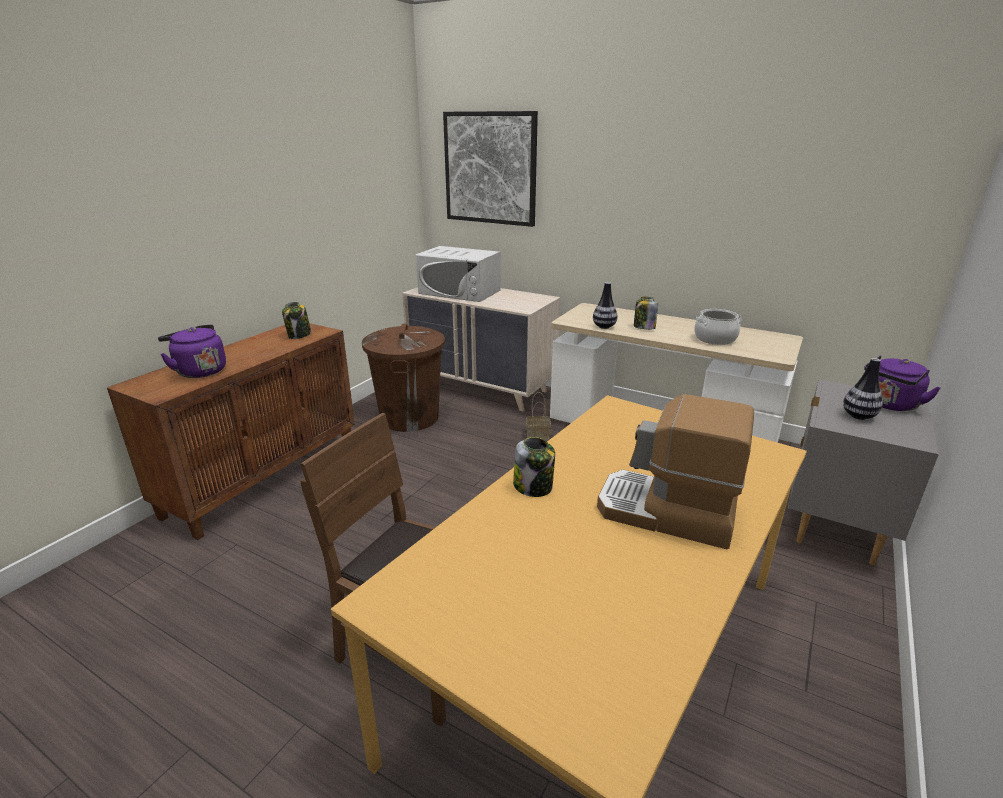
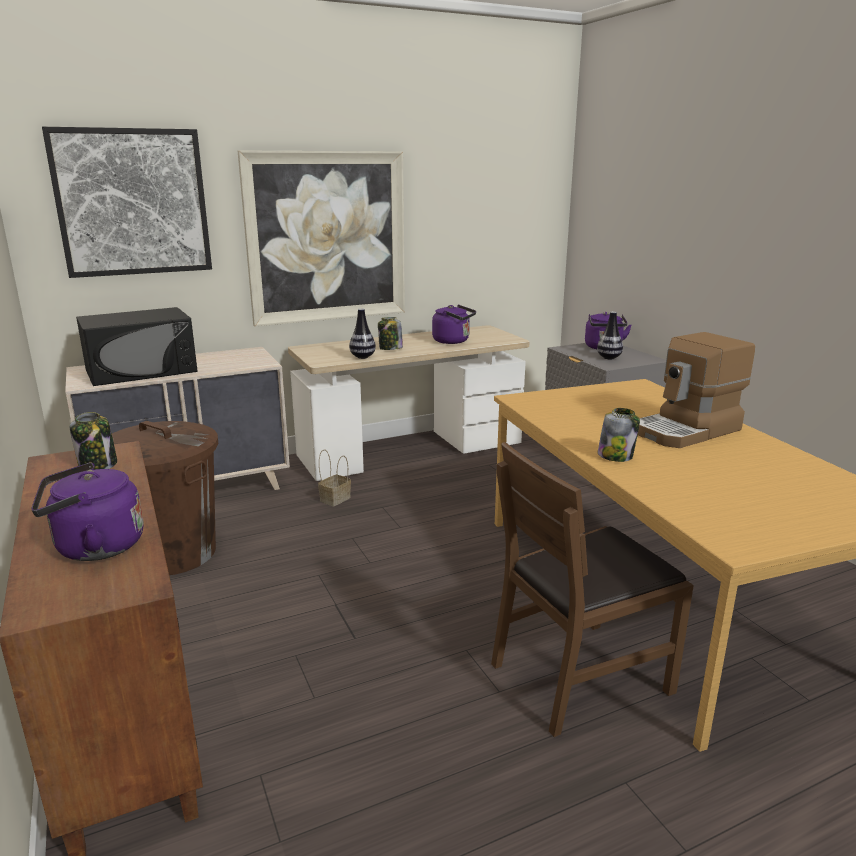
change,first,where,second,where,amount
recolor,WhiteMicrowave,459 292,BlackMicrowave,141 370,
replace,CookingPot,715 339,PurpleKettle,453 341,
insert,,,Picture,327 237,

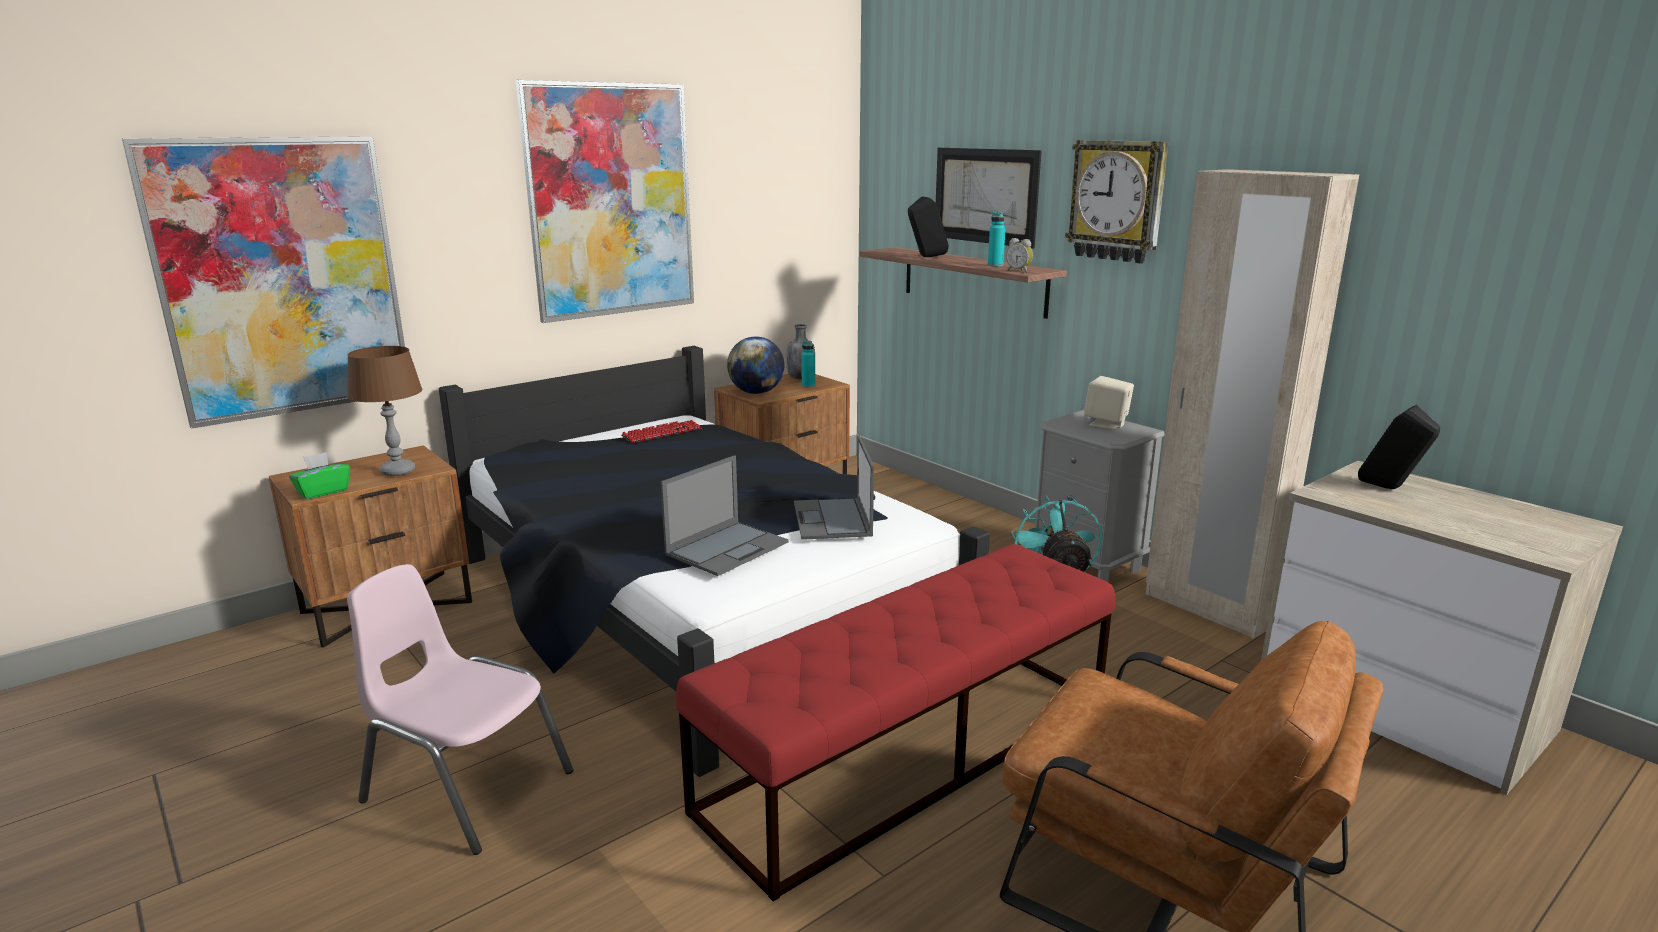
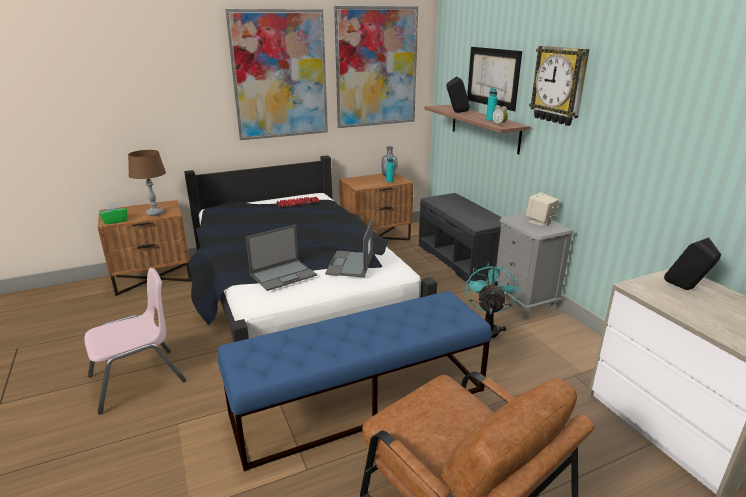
change,first,where,second,where,amount
move,Picture,281 279,,376 67,
rotate,PinkChair,466 787,,138 379,105 degrees clockwise
recolor,RedBench,912 753,BlueBench,360 401,
delete,Globe,756 393,,,
delete,BeigeWardrobe,1209 608,,,
insert,,,GreyBench,461 259,

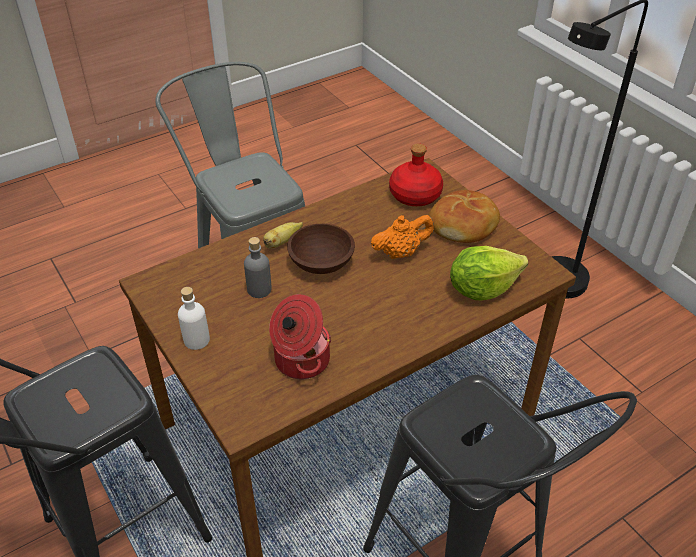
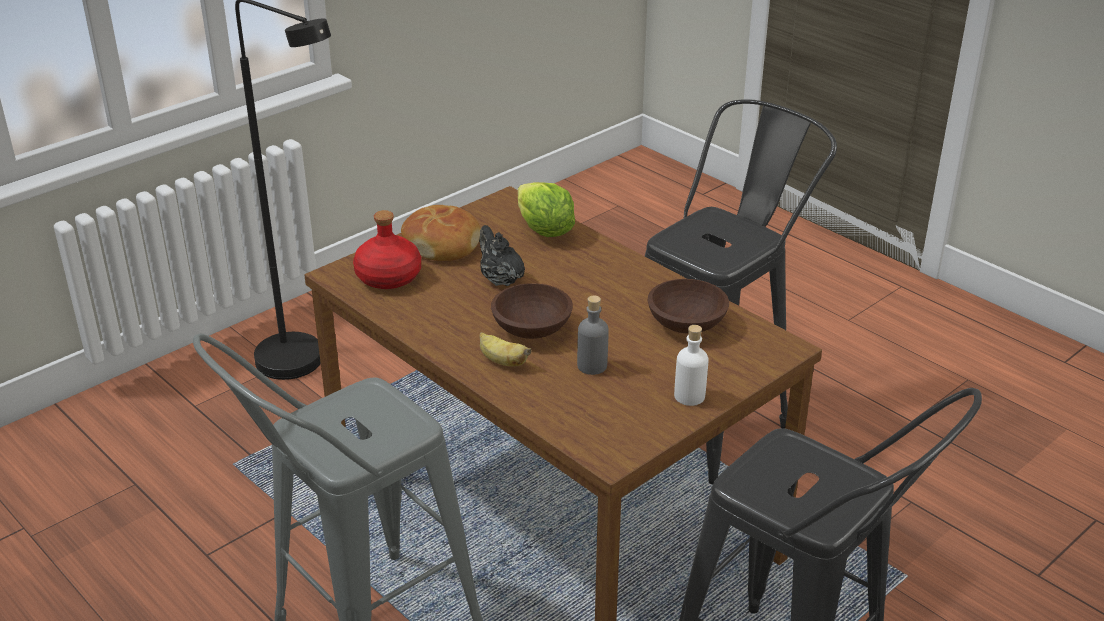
change,first,where,second,where,amount
replace,CookingPot,300 360,BrownBowl,688 324,
recolor,OrangeTeapot,401 253,BlackTeapot,500 279,

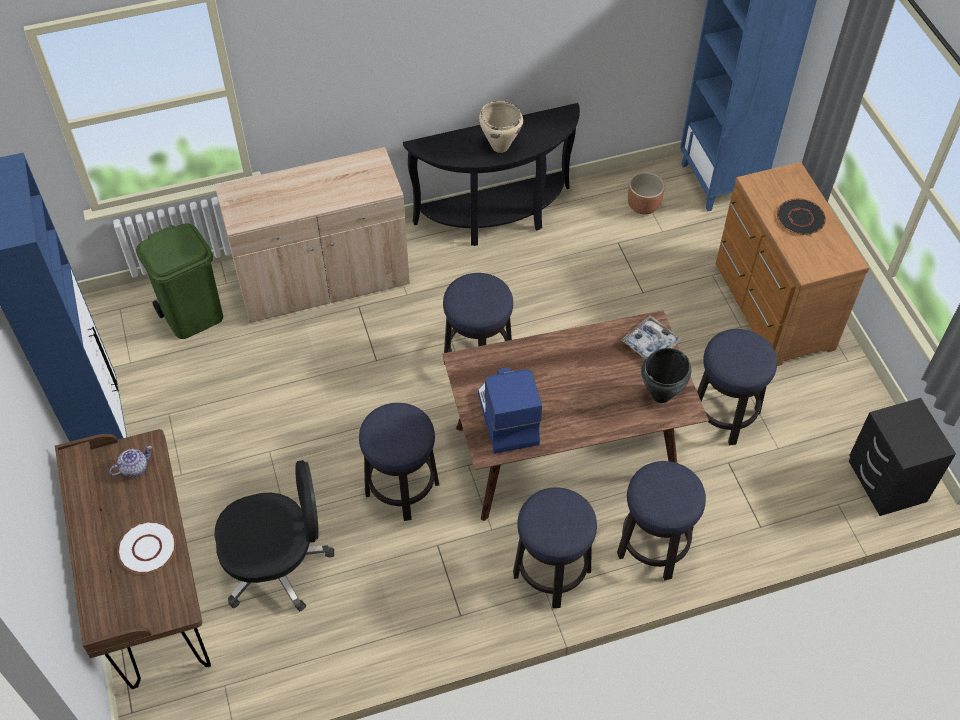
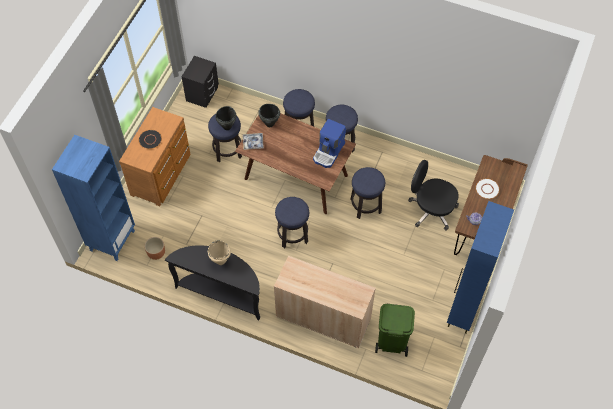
change,first,where,second,where,amount
insert,,,BlackCookingPot,227 127,

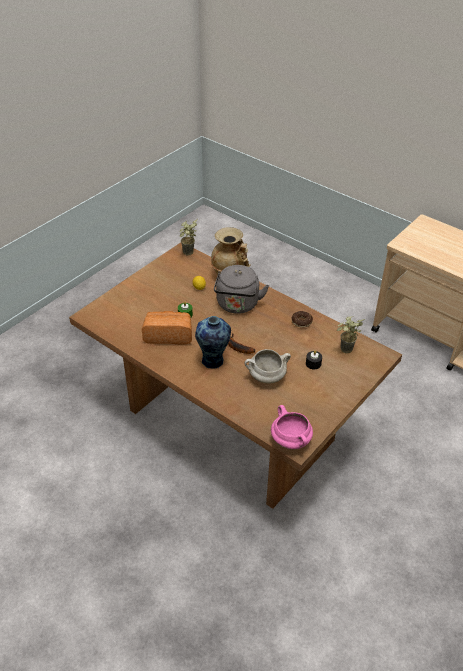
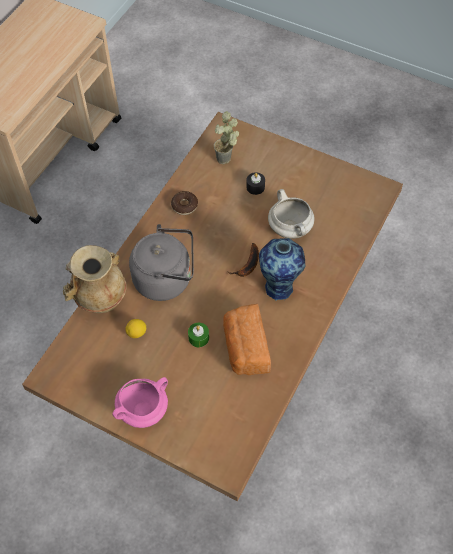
change,first,where,second,where,amount
delete,PottedPlant,188 254,,,
move,PinkCookingPot,291 441,,143 409,

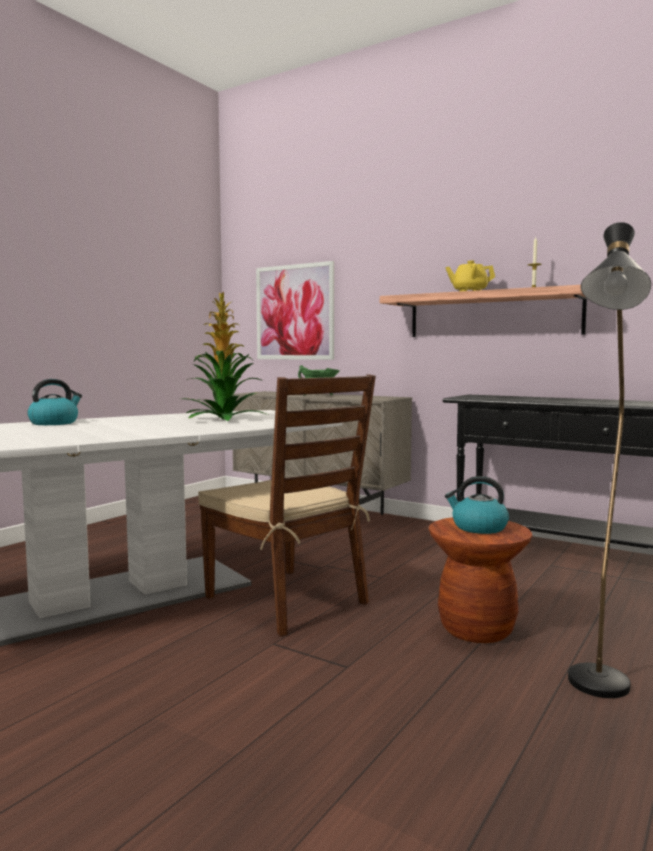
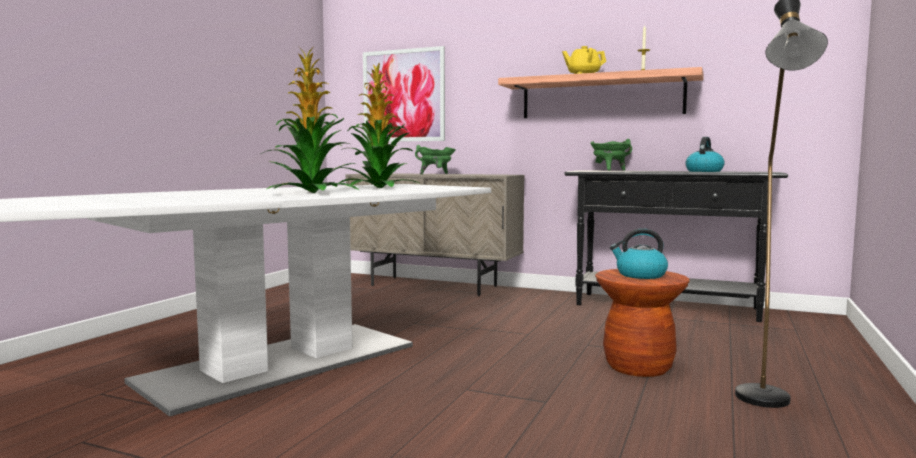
change,first,where,second,where,amount
move,Kettle,54 423,,704 171,
delete,BrownChair,287 600,,,
insert,,,PottedPlant,310 193,
insert,,,GreenCookingPot,609 170,

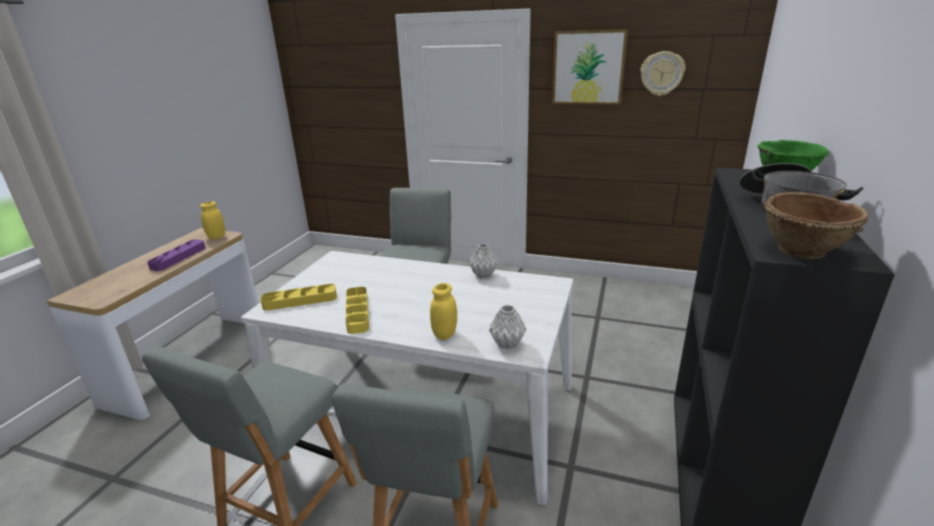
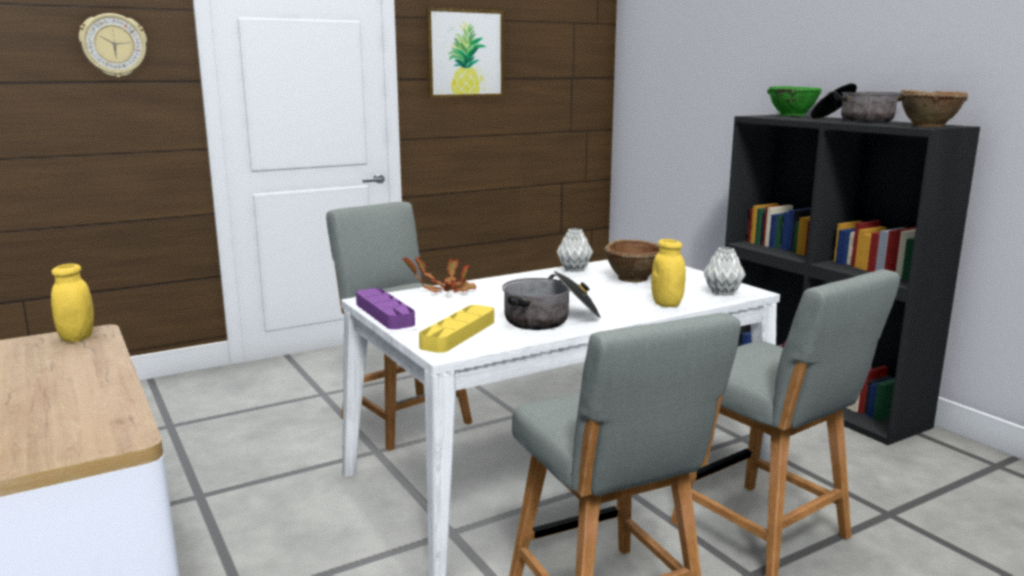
change,first,where,second,where,amount
move,PurpleTray,178 258,,384 314,
replace,YellowTray,357 313,CookingPot,551 320,
move,WallClock,662 73,,114 45,
insert,,,PottedPlant,445 290,
insert,,,BrownBowl,634 279,

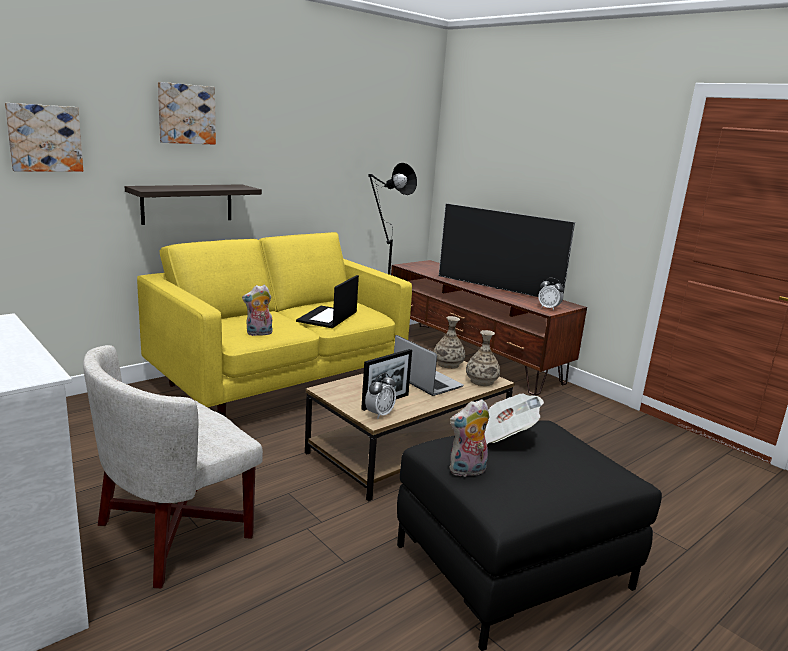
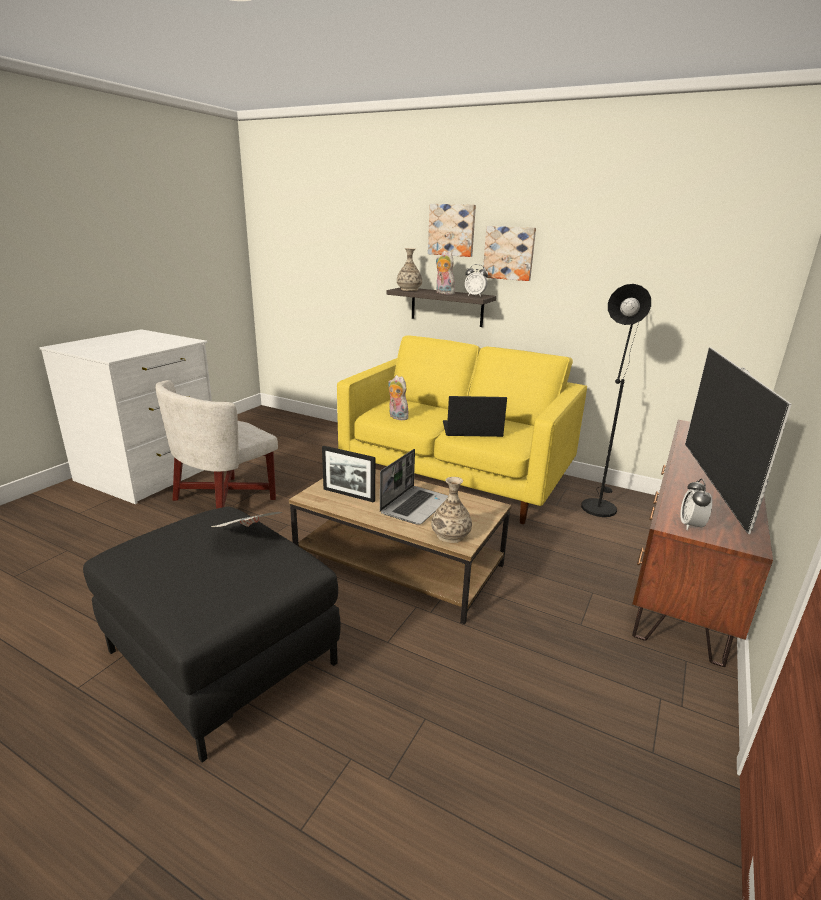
change,first,where,second,where,amount
move,Picture,44 138,,509 253,
rotate,WhiteArmchair,174 532,,224 500,75 degrees counterclockwise
move,AlarmClock,379 414,,475 296,
move,Vase,448 364,,409 289,
move,PlushToy,467 471,,443 293,

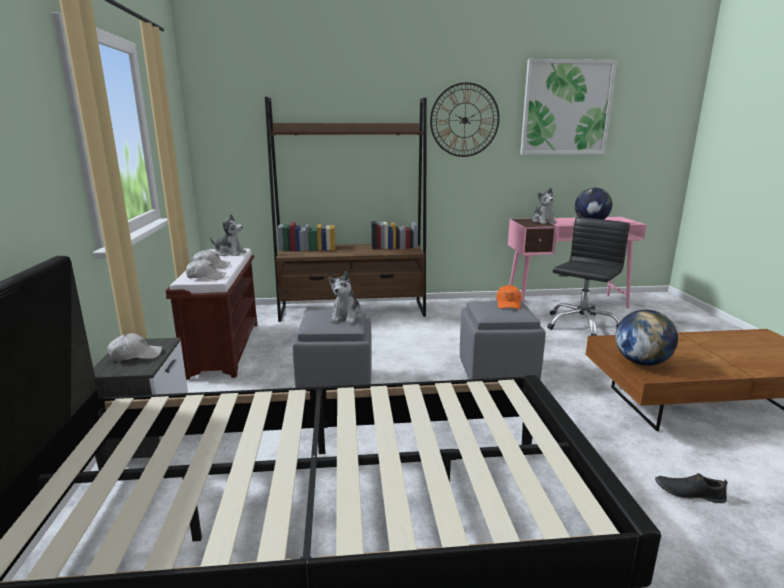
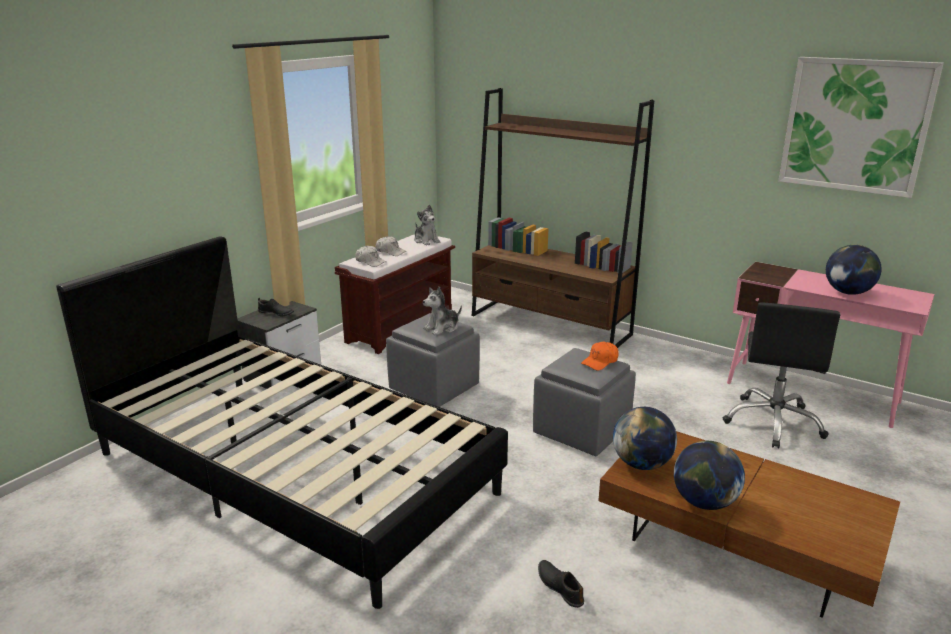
change,first,where,second,where,amount
replace,WhiteCap,135 355,BlackShoe,276 313,
delete,WallClock,464 120,,,
delete,PlushToy,543 221,,,
rotate,BlackOfficeChair,581 325,,774 422,120 degrees clockwise
insert,,,Globe,704 502,

